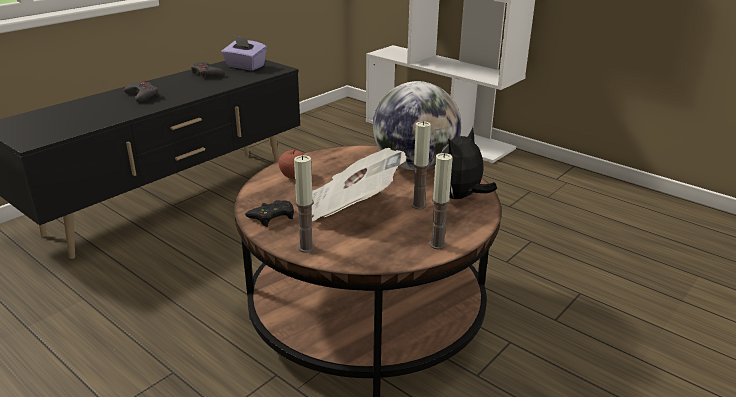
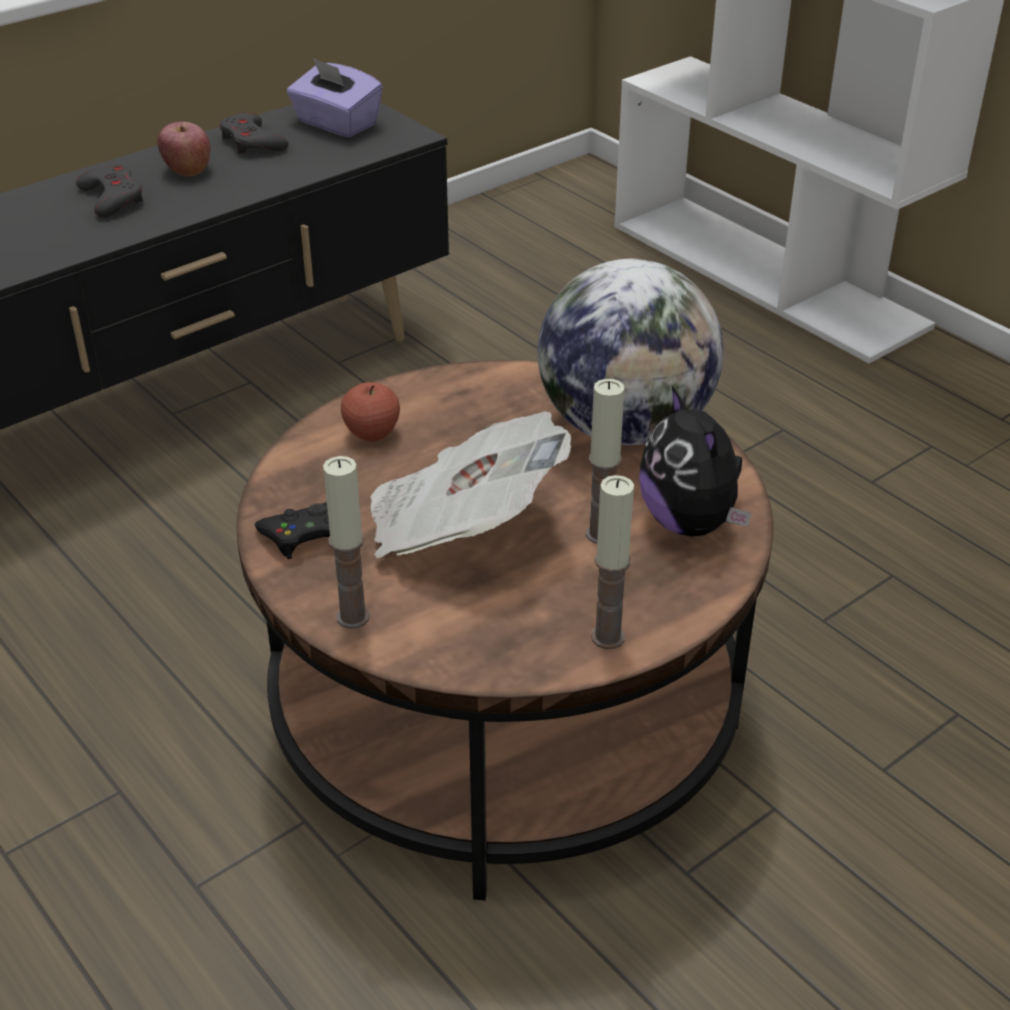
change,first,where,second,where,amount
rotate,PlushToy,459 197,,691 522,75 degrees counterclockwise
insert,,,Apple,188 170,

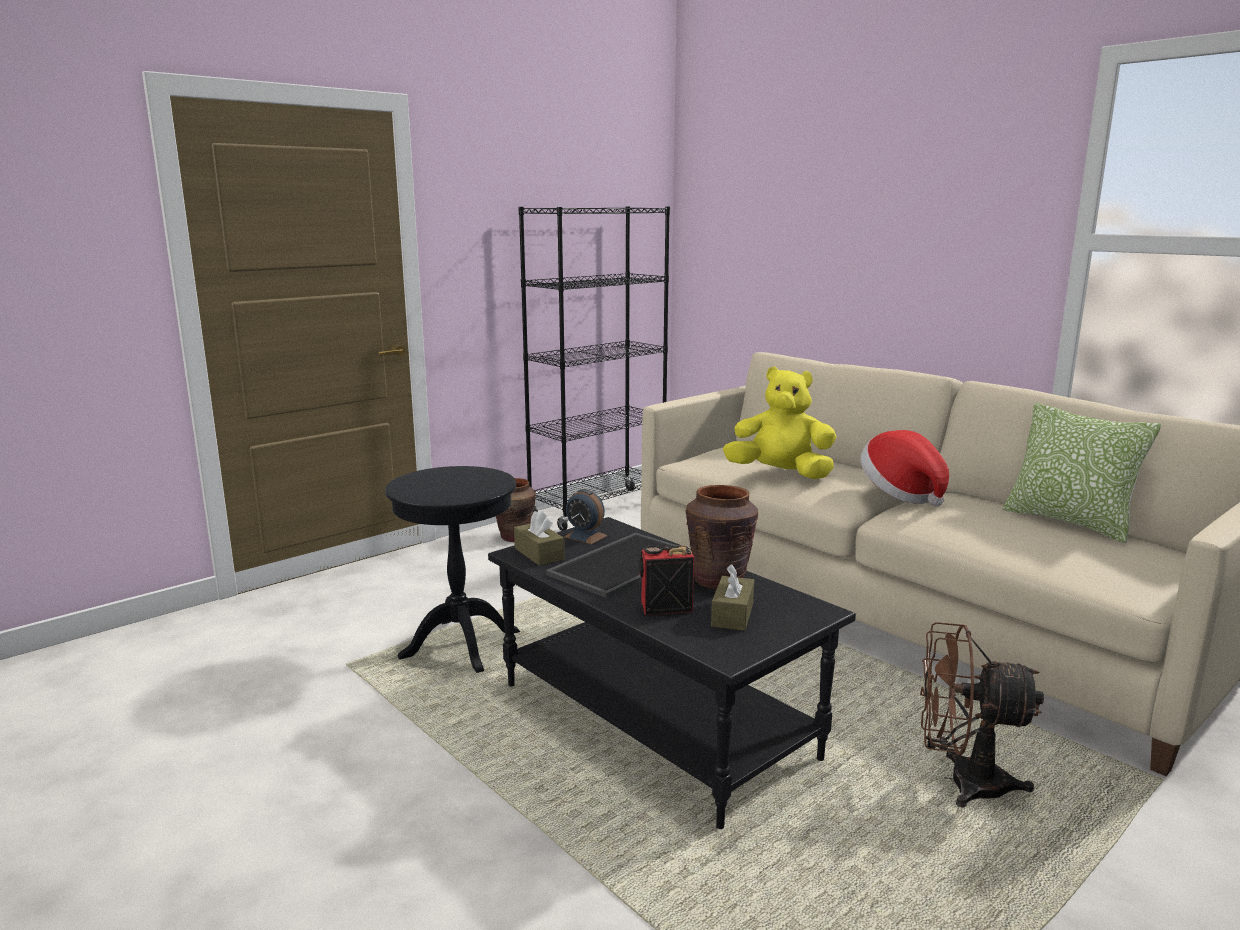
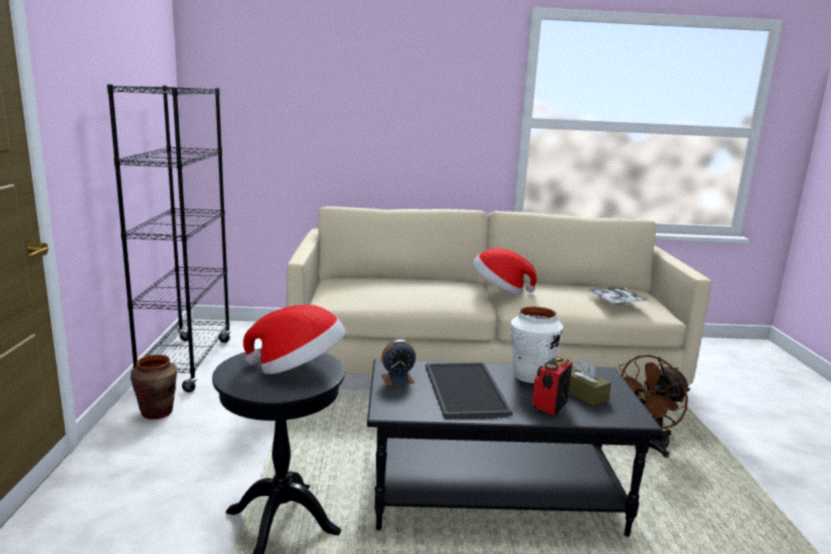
change,first,where,second,where,amount
delete,BrownTissueBox,539 554,,,
recolor,BrownVase,719 581,WhiteVase,531 376,
delete,YellowPlushToy,780 474,,,
delete,Pillow,1069 522,,,
insert,,,Hat,298 369,
insert,,,Tray,616 301,

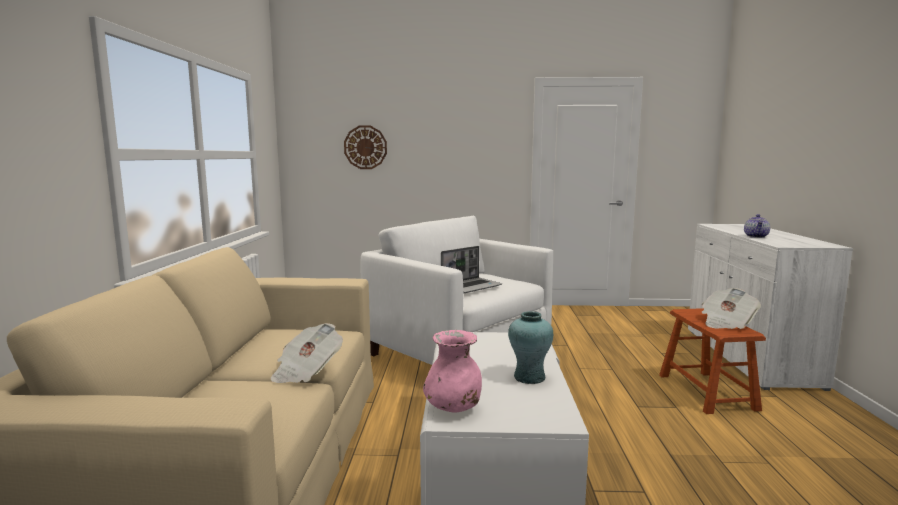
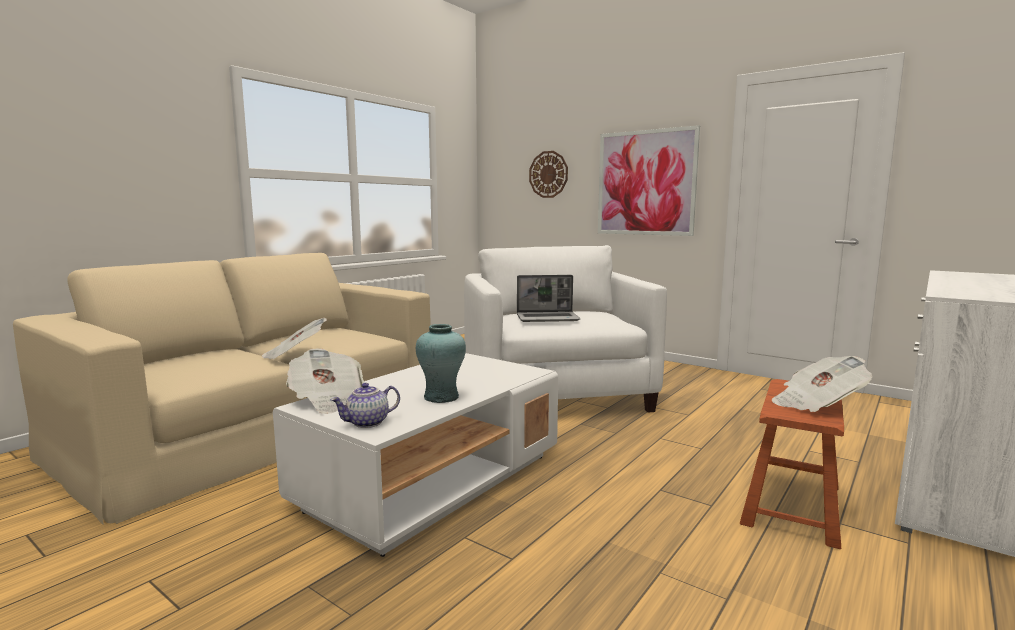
change,first,where,second,where,amount
replace,PinkVase,453 408,Newspaper,328 400,
move,Teapot,756 236,,367 423,
insert,,,Picture,646 183,

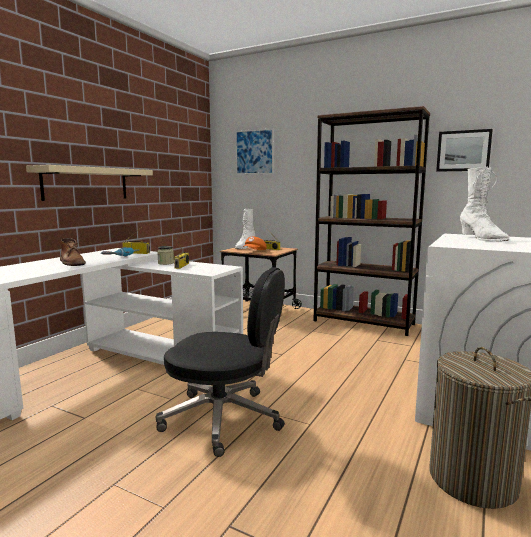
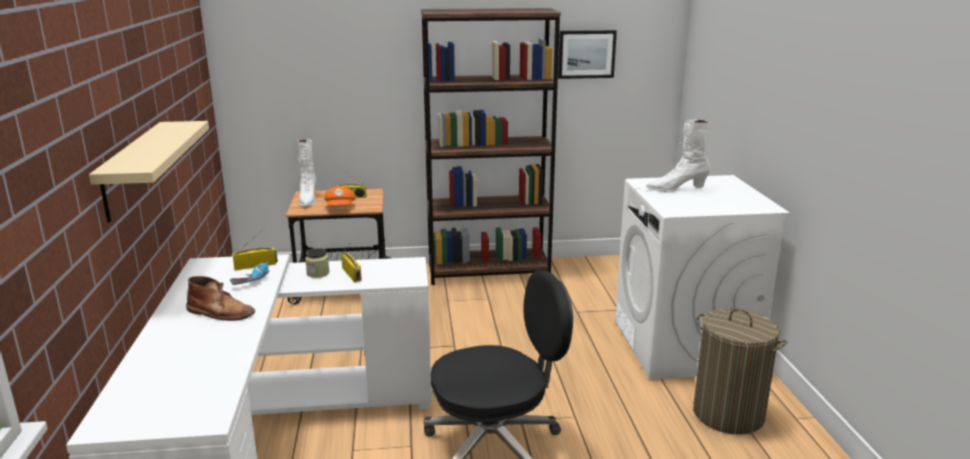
change,first,where,second,where,amount
delete,Picture,254 152,,,
rotate,WhiteBoot,481 239,,676 189,135 degrees clockwise

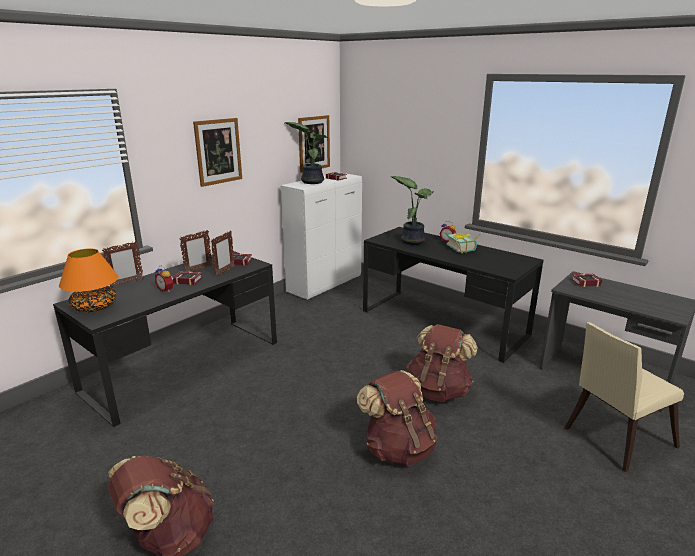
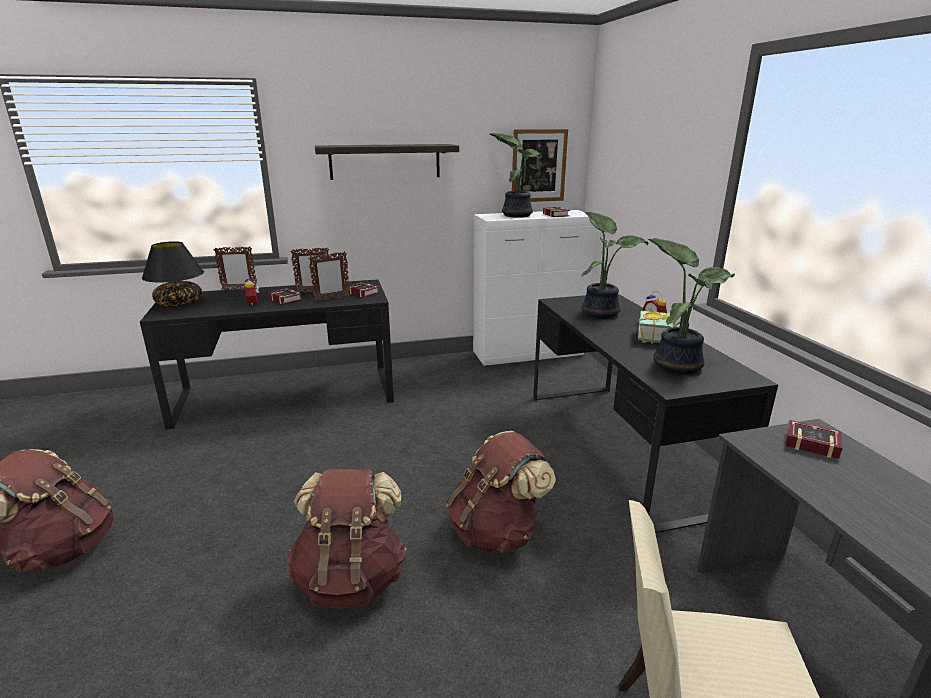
change,first,where,second,where,amount
recolor,OrangeTableLamp,95 307,BlackTableLamp,179 303,
replace,Picture,218 151,Shelf,385 161,
insert,,,PottedPlant,677 364,

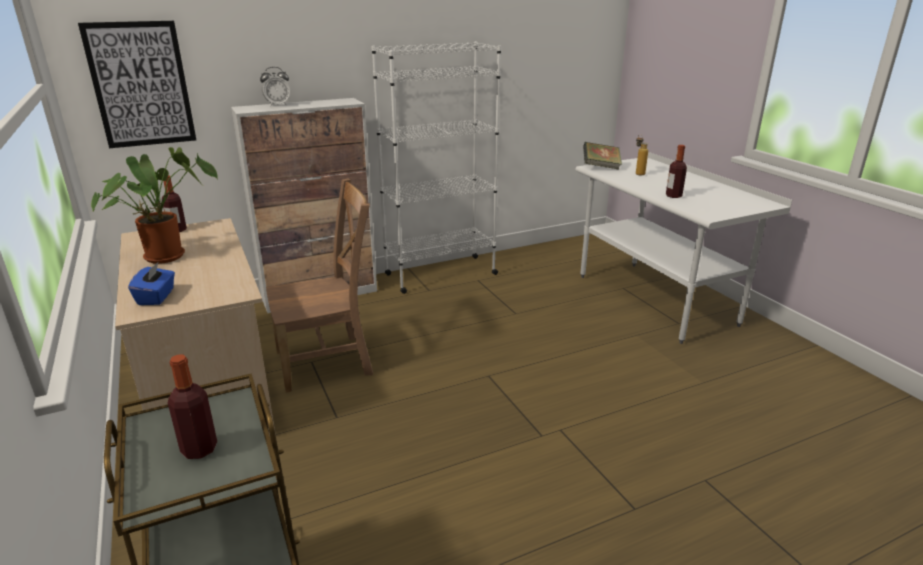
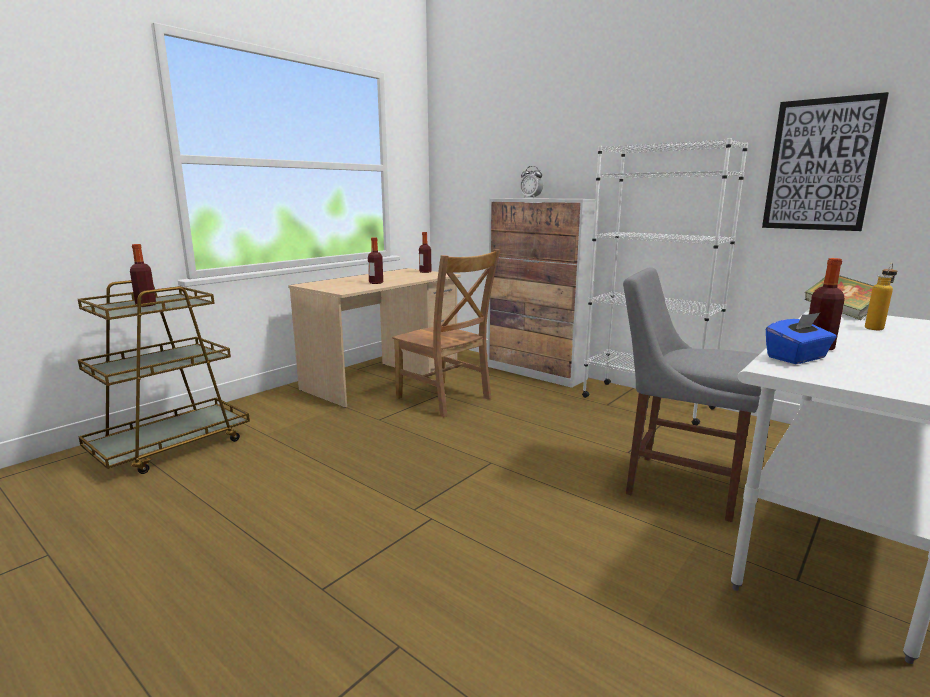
change,first,where,second,where,amount
move,Picture,141 85,,820 165,
delete,PottedPlant,168 255,,,
move,BlueTissueBox,156 297,,797 358,
insert,,,Bottle,376 283,
insert,,,GreyChair,676 483,

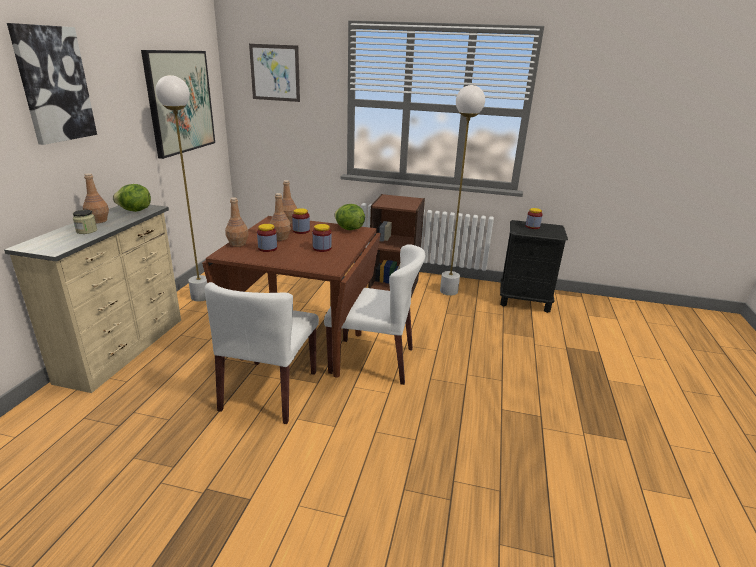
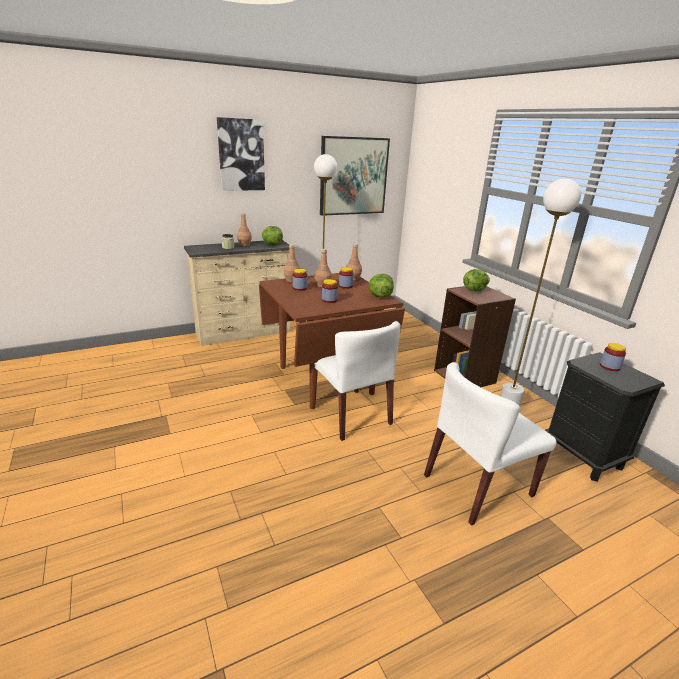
change,first,where,second,where,amount
move,WhiteChair,269 391,,477 486,
delete,Picture,275 73,,,
insert,,,Lettuce,474 290,

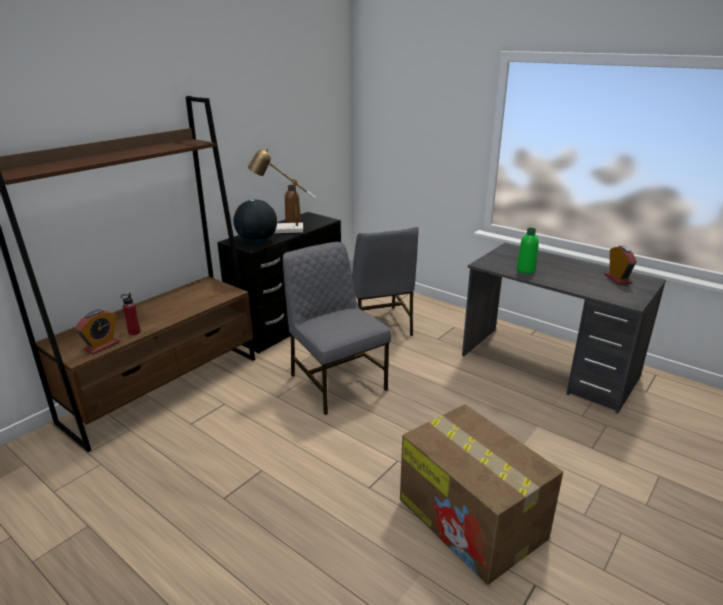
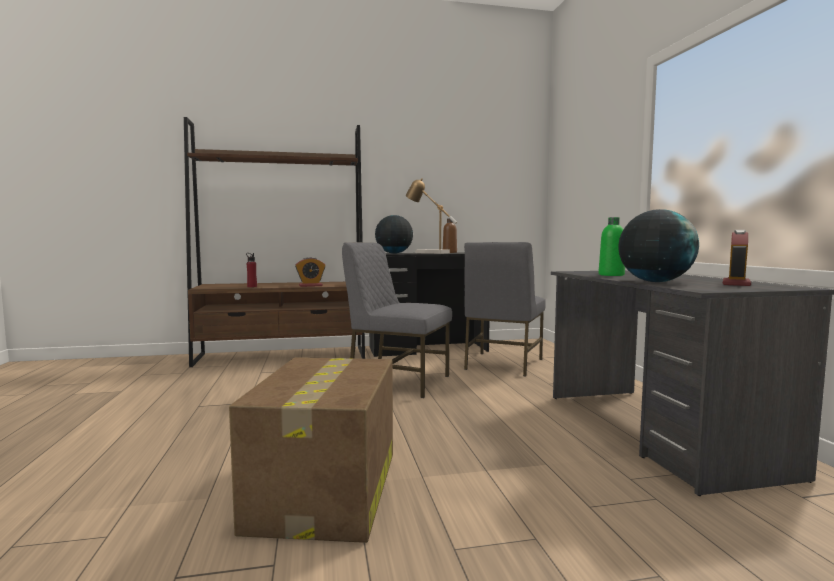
change,first,where,second,where,amount
move,AlarmClock,102 346,,310 285,
rotate,GreyChair,336 382,,397 381,75 degrees counterclockwise
insert,,,Globe,655 282,

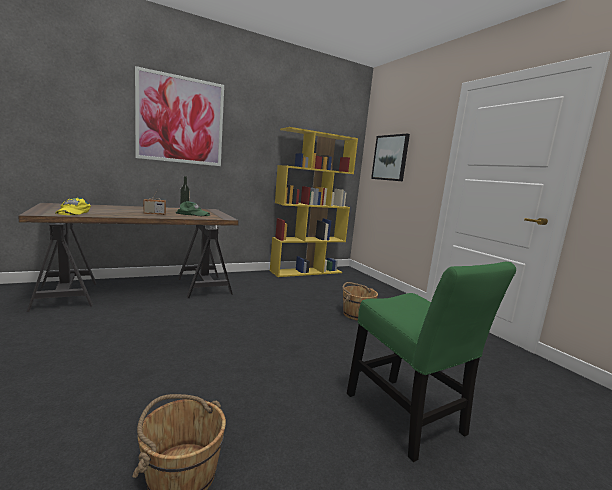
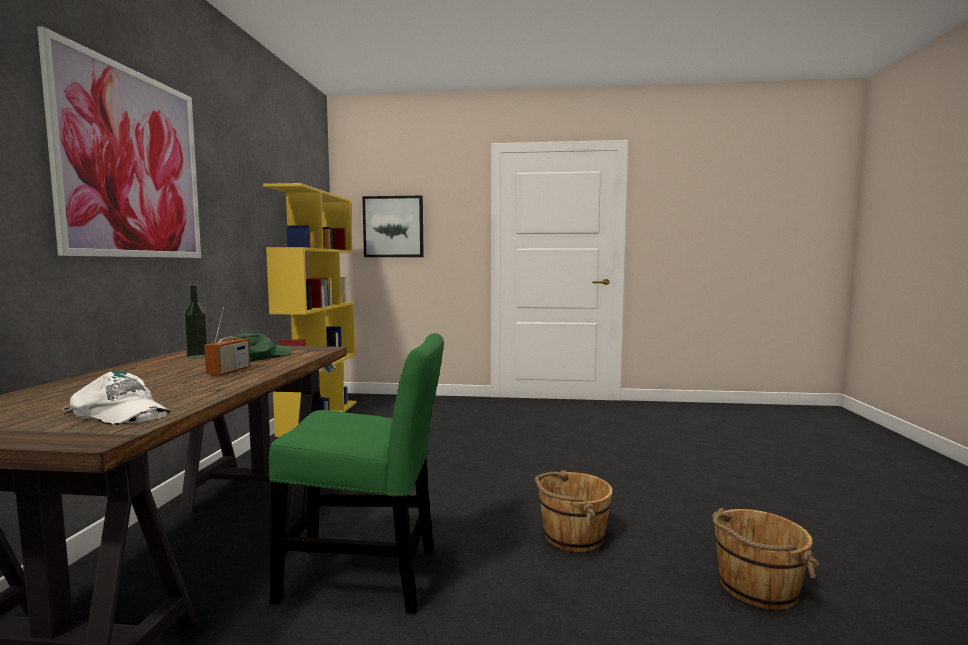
change,first,where,second,where,amount
recolor,YellowCap,73 212,WhiteCap,120 413,
move,BrownBucket,356 314,,572 536,
move,GreenChair,407 418,,368 576,

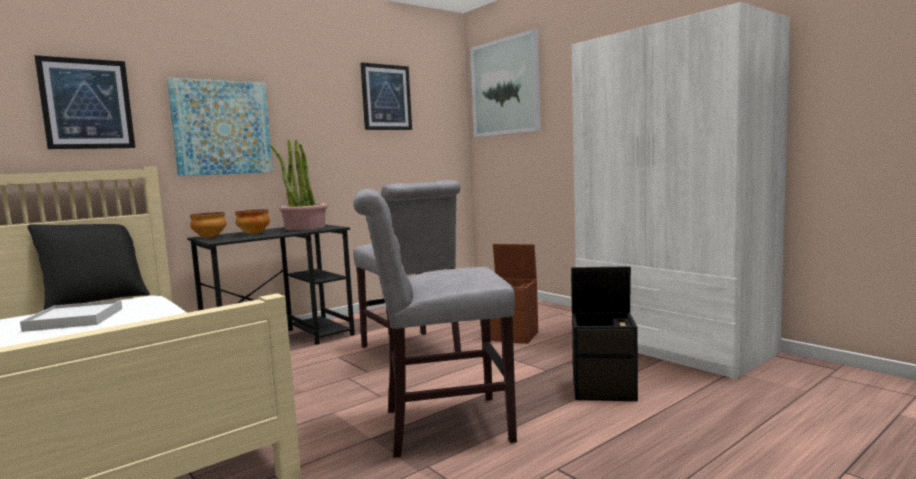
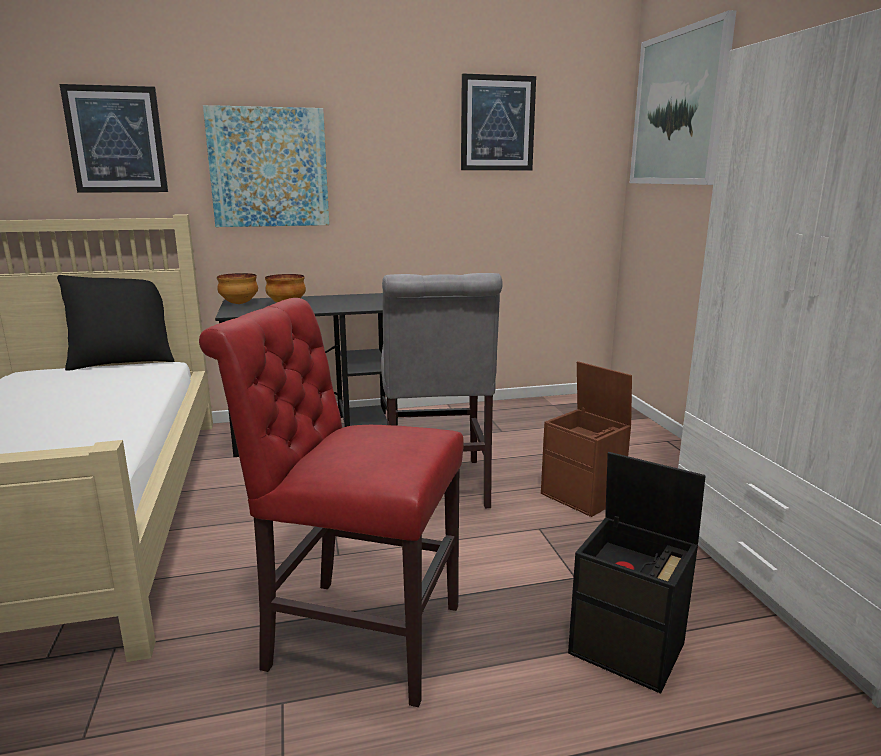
change,first,where,second,where,amount
delete,WhiteTray,75 319,,,
delete,PottedPlant,304 228,,,
recolor,GreyChair,439 426,RedChair,354 635,

